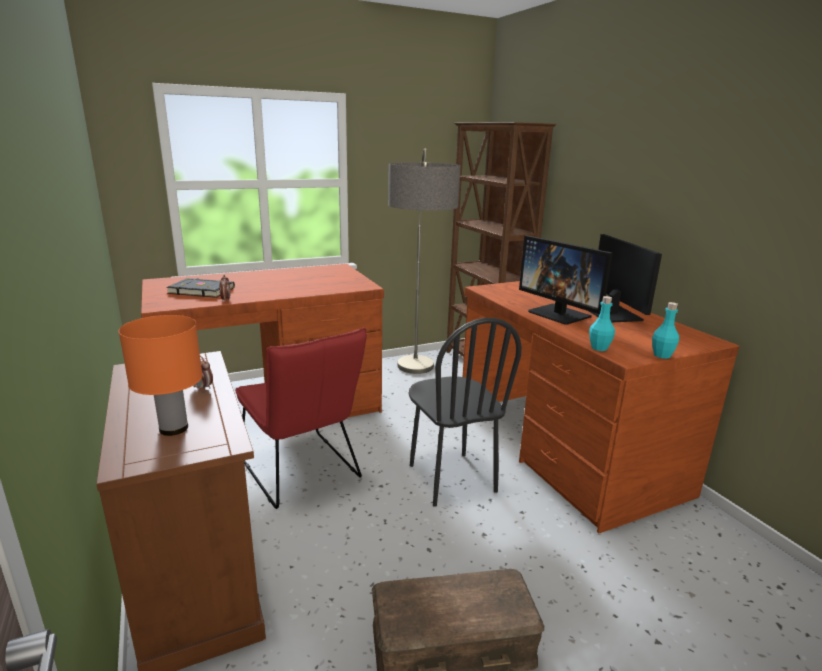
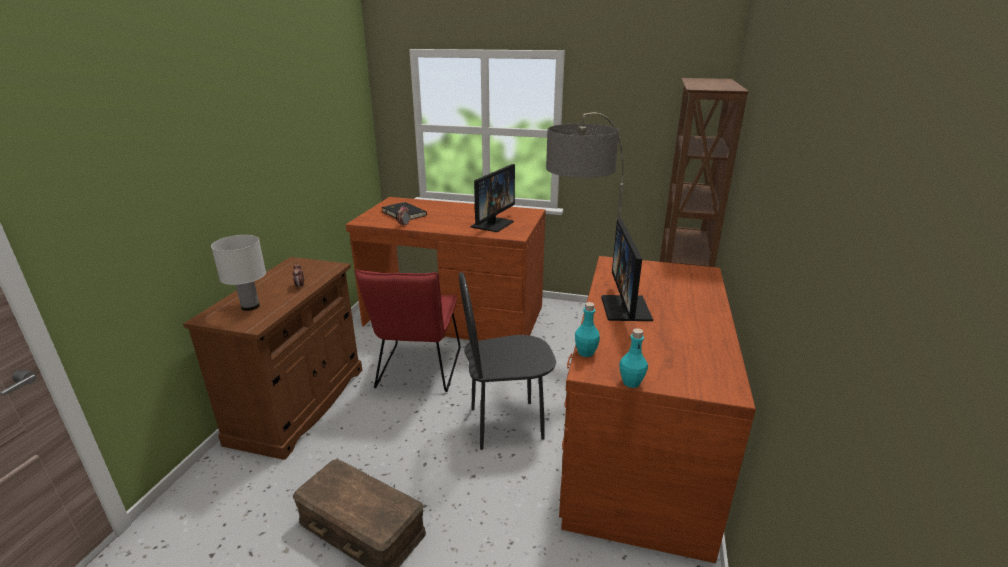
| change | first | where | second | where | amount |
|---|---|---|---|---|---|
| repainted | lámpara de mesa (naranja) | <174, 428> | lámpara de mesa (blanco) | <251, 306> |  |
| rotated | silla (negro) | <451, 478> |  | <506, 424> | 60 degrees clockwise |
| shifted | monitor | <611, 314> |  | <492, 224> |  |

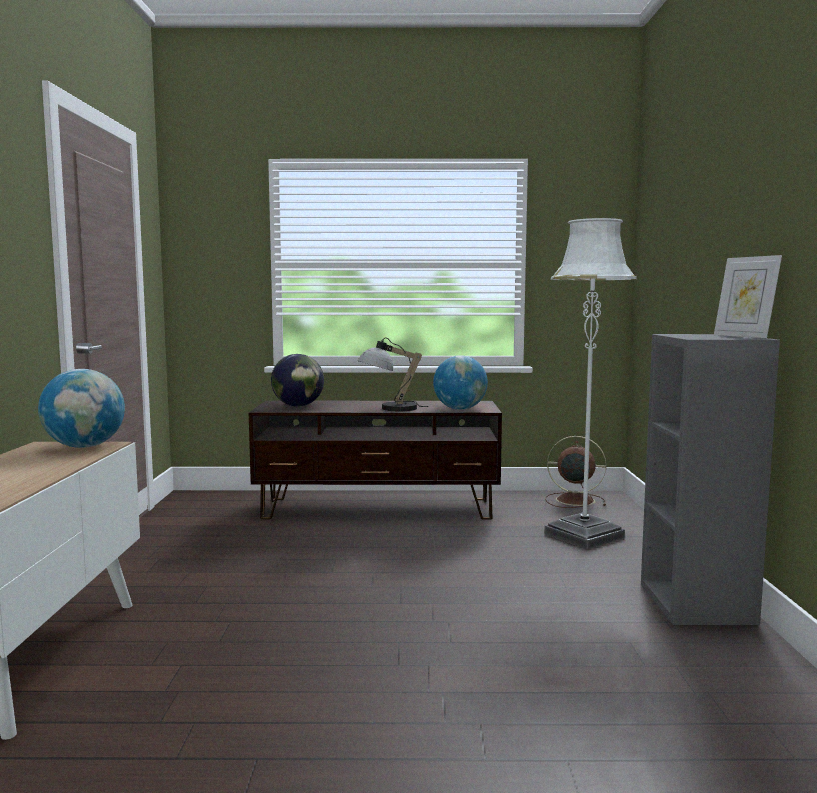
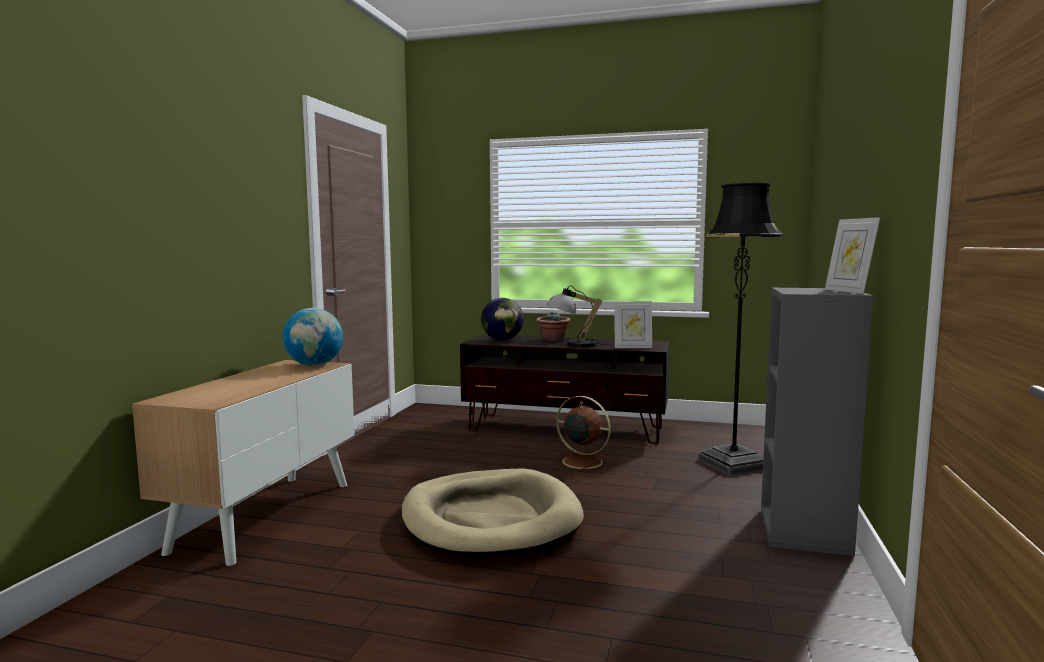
| change | first | where | second | where | amount |
|---|---|---|---|---|---|
| new |  |  | cama para perro (beis) | <490, 519> |  |
| new |  |  | planta en maceta | <553, 340> |  |
| shifted | ventilador (marrón) | <573, 500> |  | <580, 462> |  |
| swapped | globo terráqueo | <460, 409> | portarretratos | <632, 347> |  |
| repainted | lámpara de pie (blanco) | <584, 536> | lámpara de pie (negro) | <733, 464> |  |

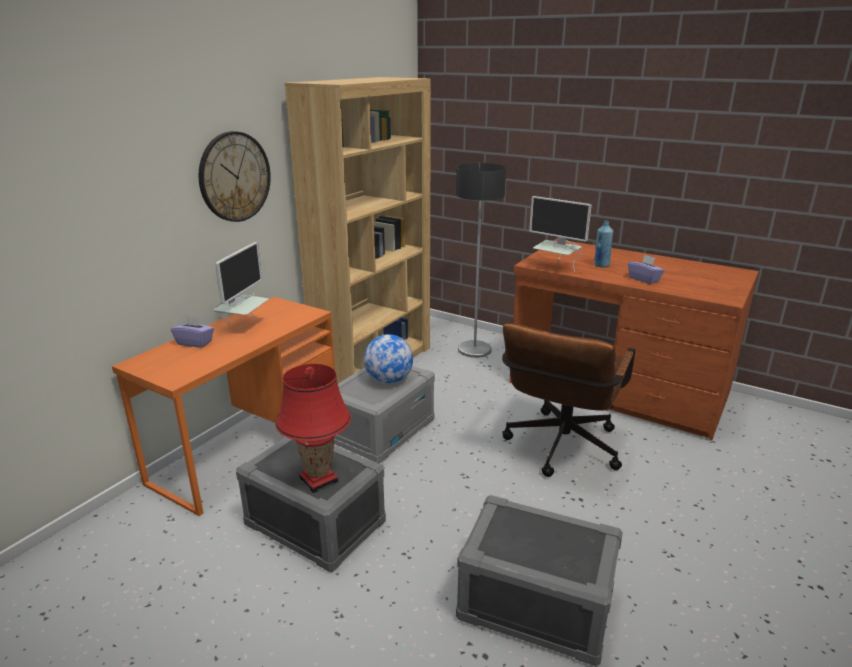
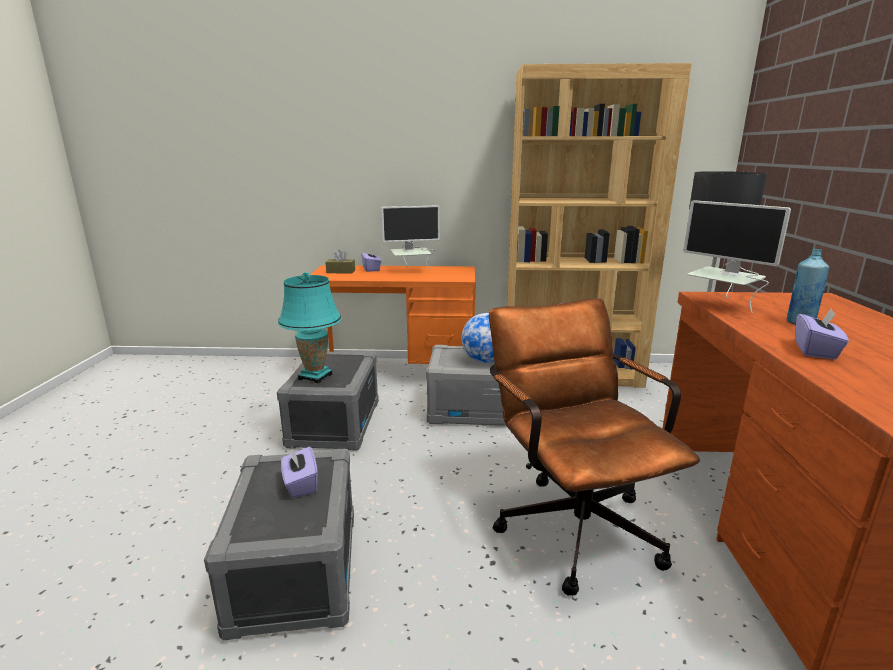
| change | first | where | second | where | amount |
|---|---|---|---|---|---|
| repainted | lámpara de mesa (rojo) | <319, 479> | lámpara de mesa (turquesa) | <315, 376> |  |
| new |  |  | caja de pañuelos (morado) | <300, 484> |  |
| new |  |  | caja de pañuelos (marrón) | <341, 271> |  |
| rotated | silla de oficina (marrón) | <559, 450> |  | <571, 521> | 75 degrees clockwise |
| rotated | monitor | <556, 268> |  | <721, 306> | 45 degrees counterclockwise |
| gone | reloj de pared | <234, 177> |  |  |  |

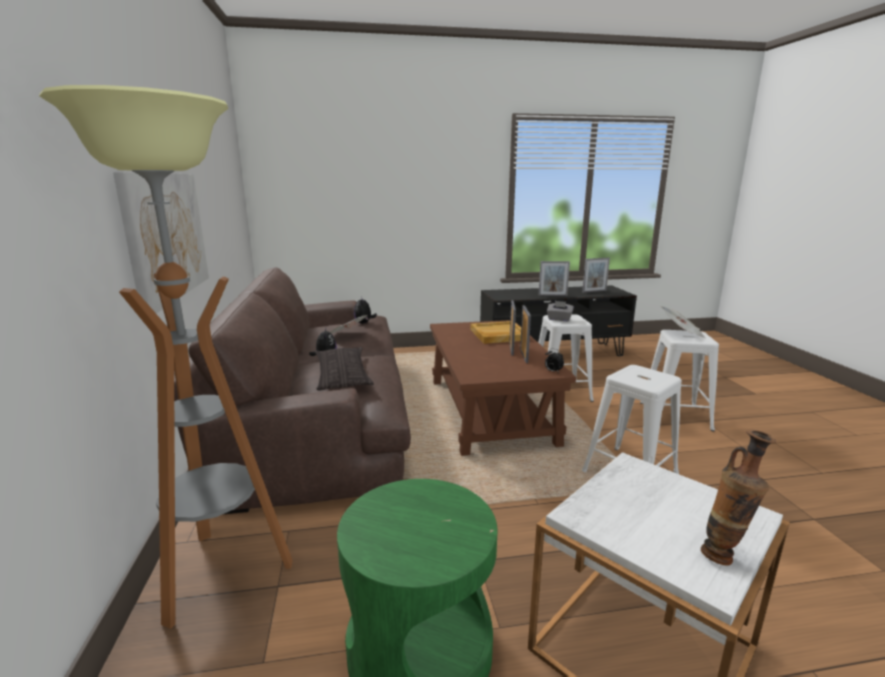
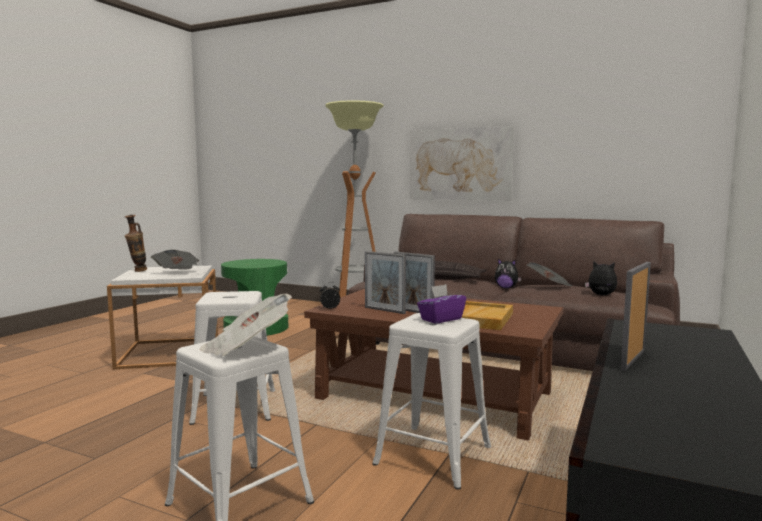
| change | first | where | second | where | amount |
|---|---|---|---|---|---|
| new |  |  | periódico | <177, 273> |  |
| repainted | caja de pañuelos (gris) | <559, 319> | caja de pañuelos (morado) | <441, 319> |  |
| gone | portarretratos | <594, 291> |  |  |  |

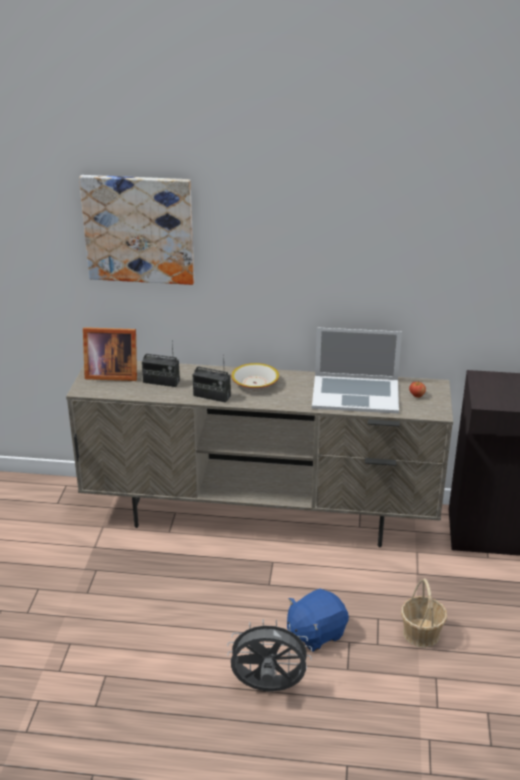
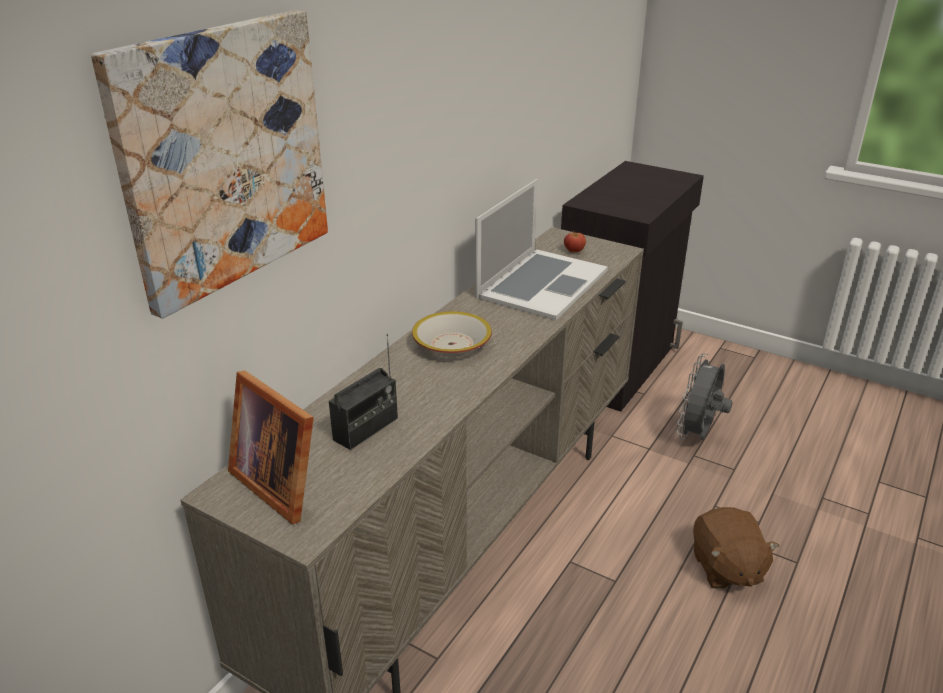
| change | first | where | second | where | amount |
|---|---|---|---|---|---|
| rotated | portarretratos | <110, 374> |  | <280, 482> | 105 degrees clockwise |
| shifted | ventilador (gris) | <268, 688> |  | <698, 435> |  |
| repainted | peluche (azul) | <315, 633> | peluche (marrón) | <726, 568> |  |
| gone | radio | <212, 396> |  |  |  |
| gone | cesta | <421, 633> |  |  |  |

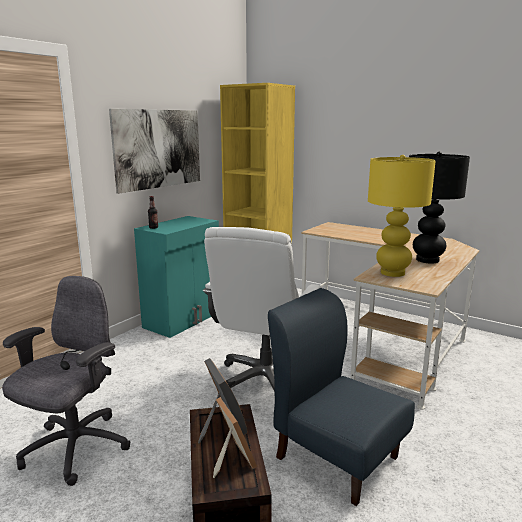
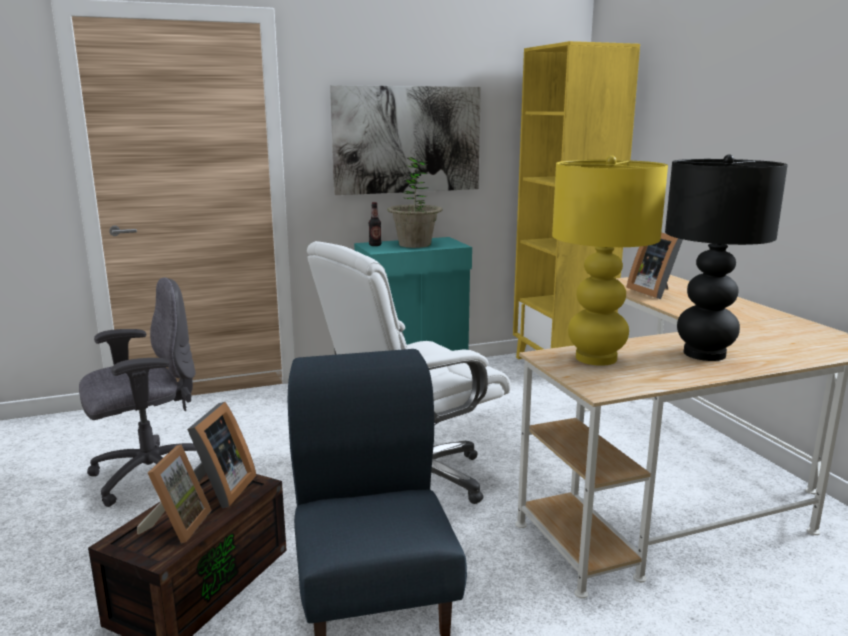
| change | first | where | second | where | amount |
|---|---|---|---|---|---|
| new |  |  | planta en maceta | <415, 244> |  |
| new |  |  | portarretratos | <654, 292> |  |

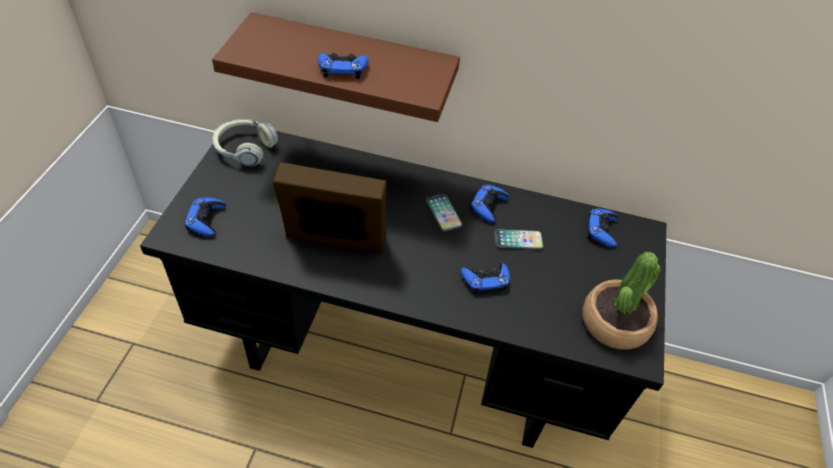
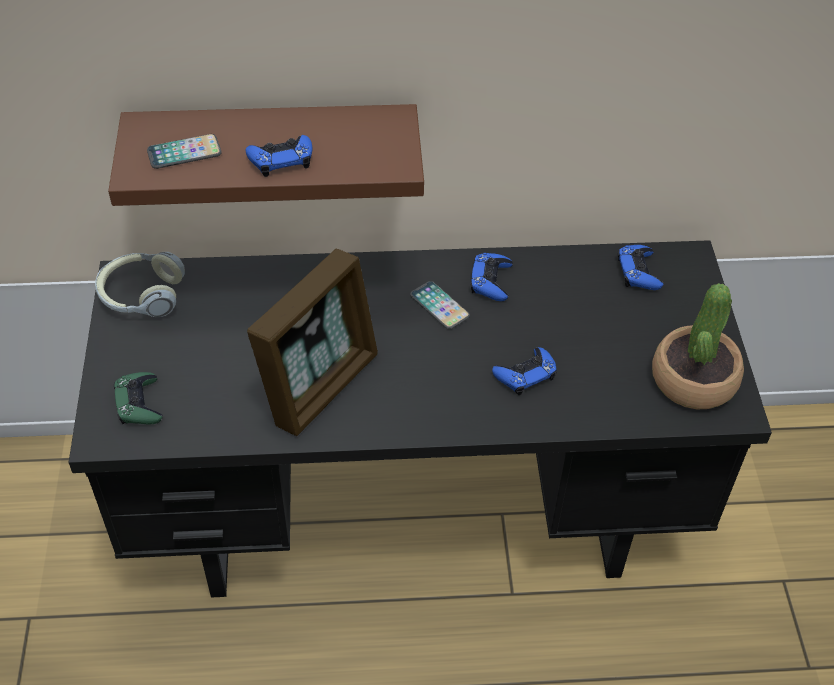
| change | first | where | second | where | amount |
|---|---|---|---|---|---|
| repainted | mando de consola (azul) | <206, 220> | mando de consola (verde) | <139, 404> |  |
| shifted | móvil | <518, 240> |  | <184, 153> |  |
| rotated | portarretratos | <334, 243> |  | <320, 385> | 135 degrees clockwise |

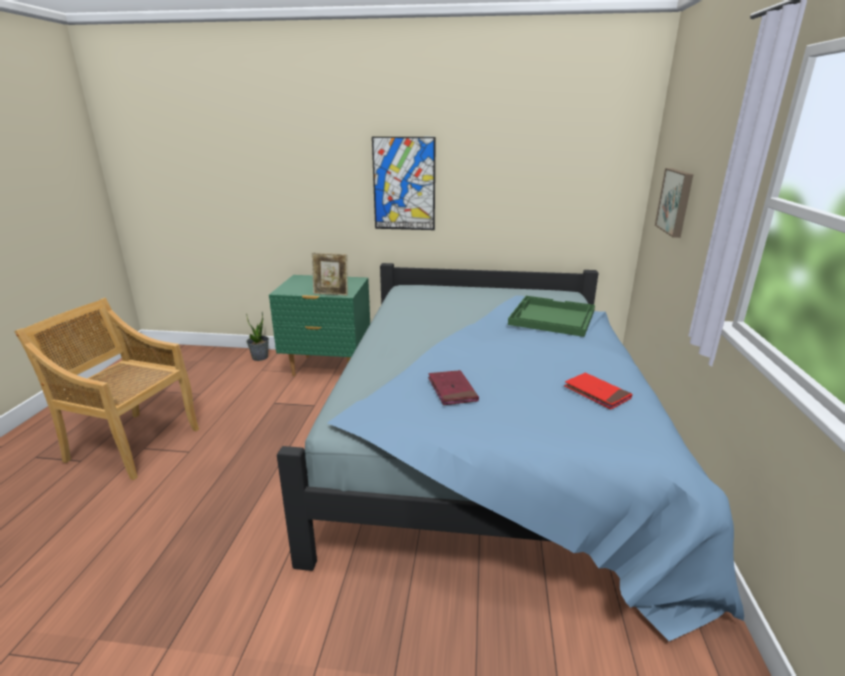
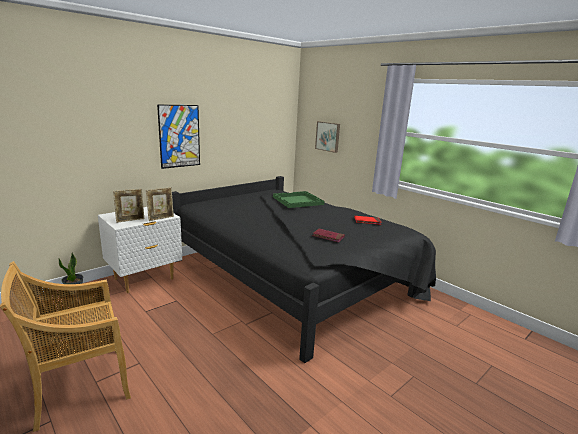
| change | first | where | second | where | amount |
|---|---|---|---|---|---|
| repainted | mesita de noche (verde) | <327, 368> | mesita de noche (blanco) | <144, 279> |  |
| new |  |  | portarretratos | <130, 220> |  |
| repainted | cama (azul) | <491, 447> | cama (negro) | <296, 277> |  |

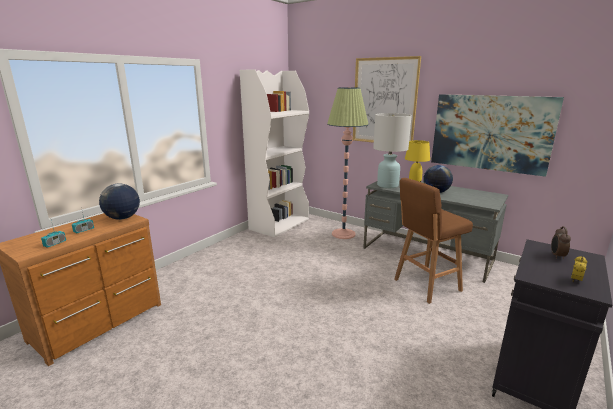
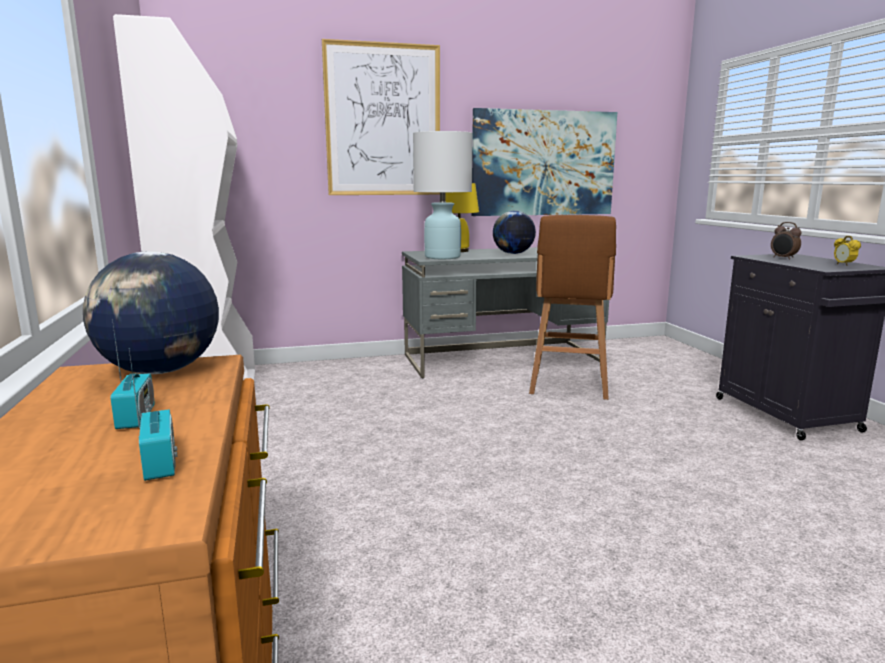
| change | first | where | second | where | amount |
|---|---|---|---|---|---|
| gone | lámpara de pie | <343, 234> |  |  |  |

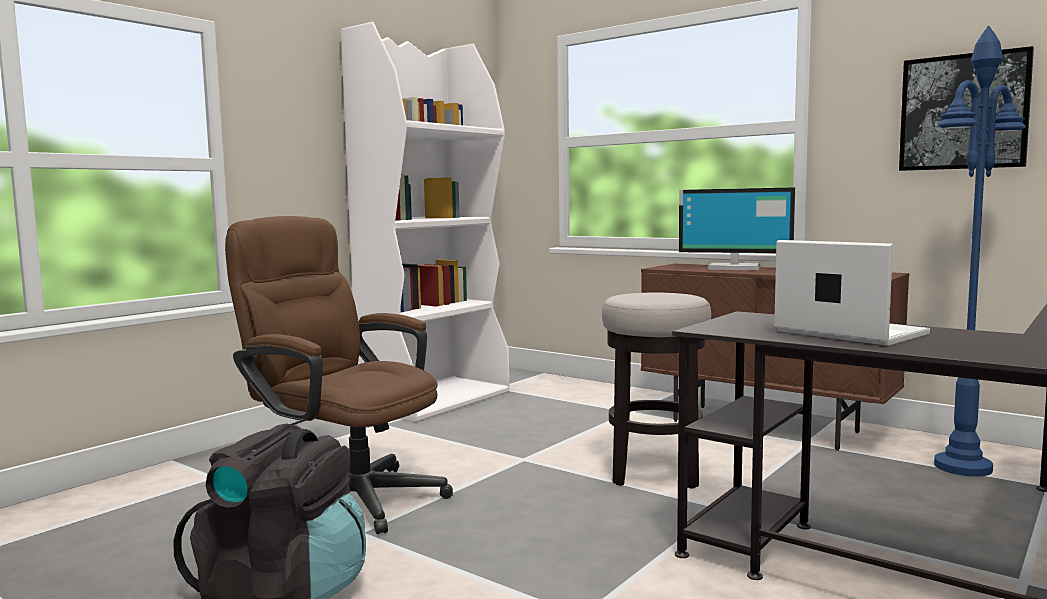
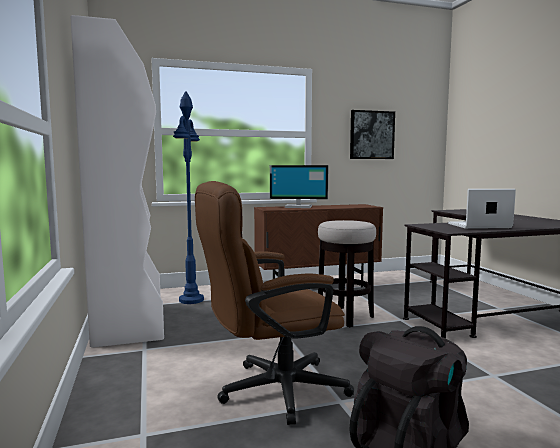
| change | first | where | second | where | amount |
|---|---|---|---|---|---|
| shifted | lámpara de pie (azul) | <963, 467> |  | <191, 300> |  |
| rotated | monitor | <734, 268> |  | <298, 207> | 45 degrees clockwise |

